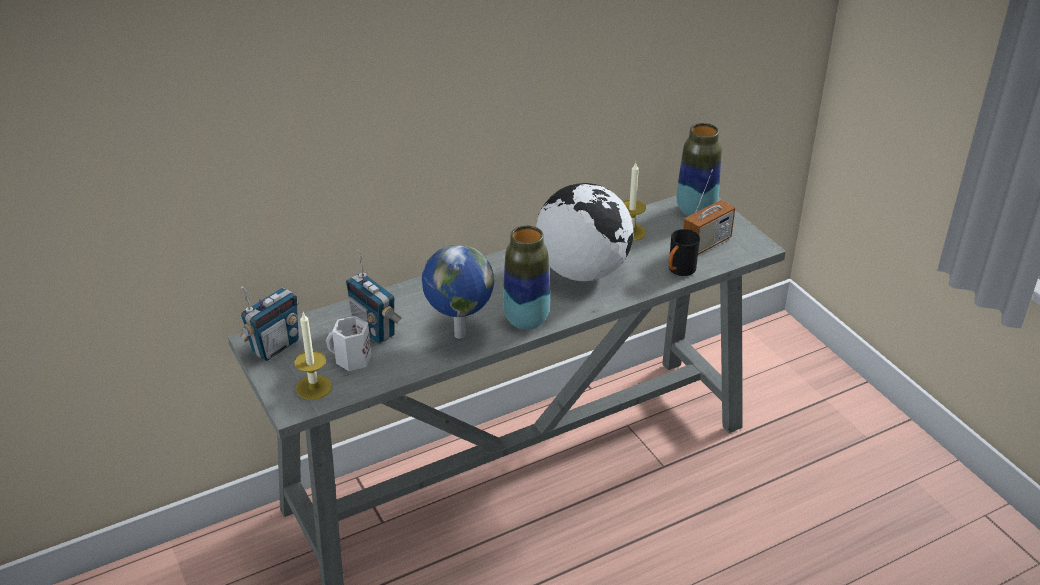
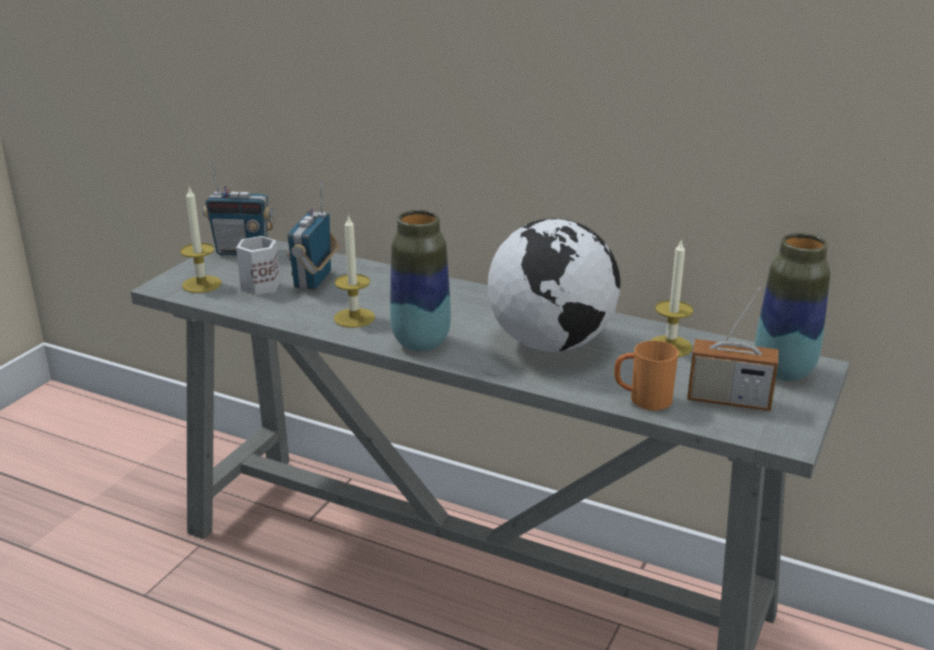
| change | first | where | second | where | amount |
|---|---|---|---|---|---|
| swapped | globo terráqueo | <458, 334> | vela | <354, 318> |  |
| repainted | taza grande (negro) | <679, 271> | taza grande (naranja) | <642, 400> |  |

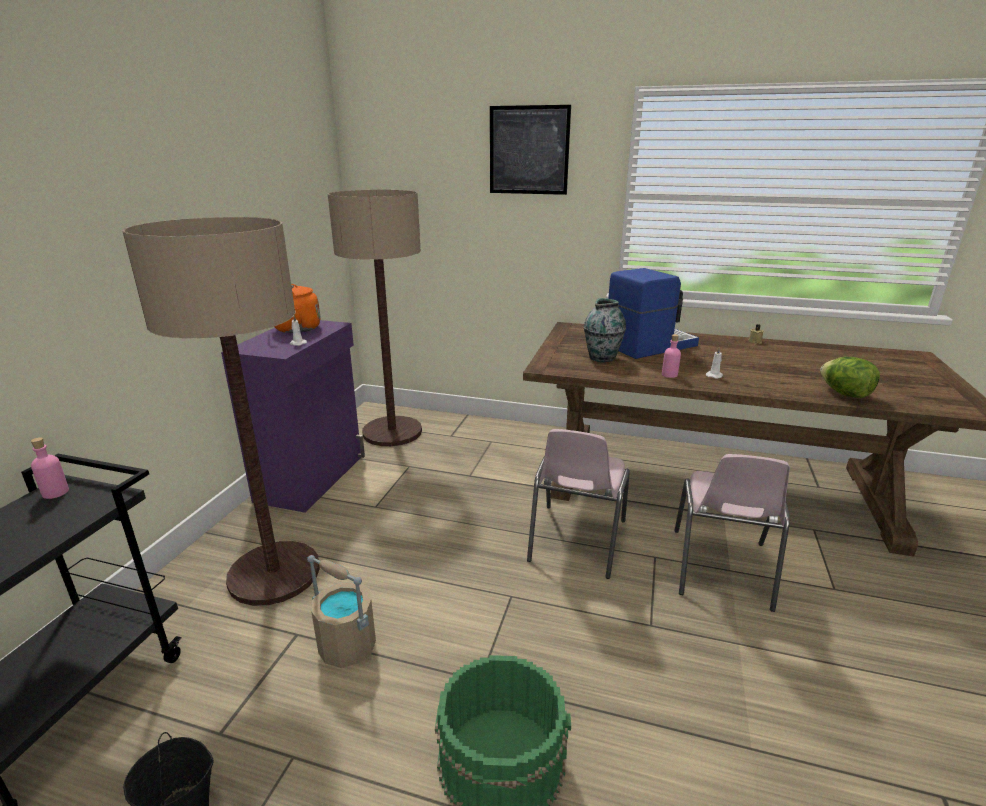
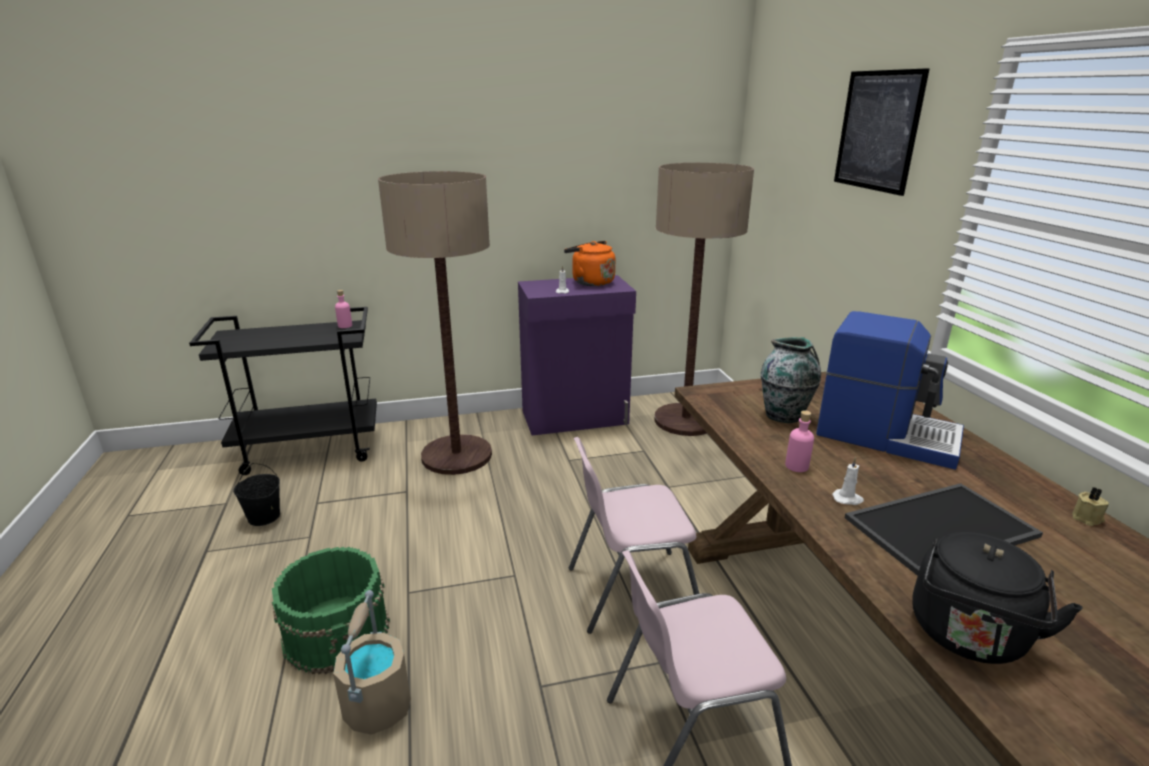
| change | first | where | second | where | amount |
|---|---|---|---|---|---|
| shifted | cubo (beis) | <347, 645> |  | <377, 706> |  |
| new |  |  | bandeja | <941, 529> |  |
| swapped | lechuga | <845, 394> | hervidor (negro) | <968, 637> |  |

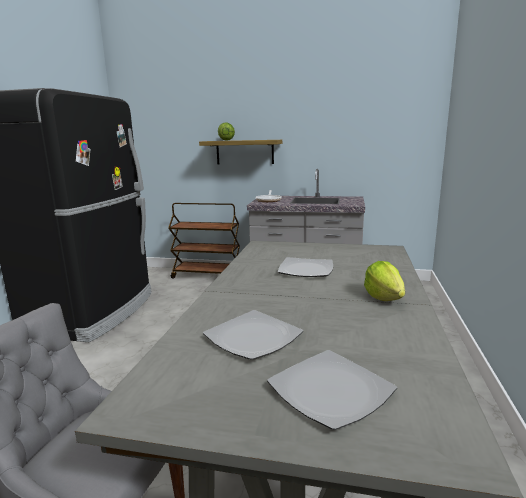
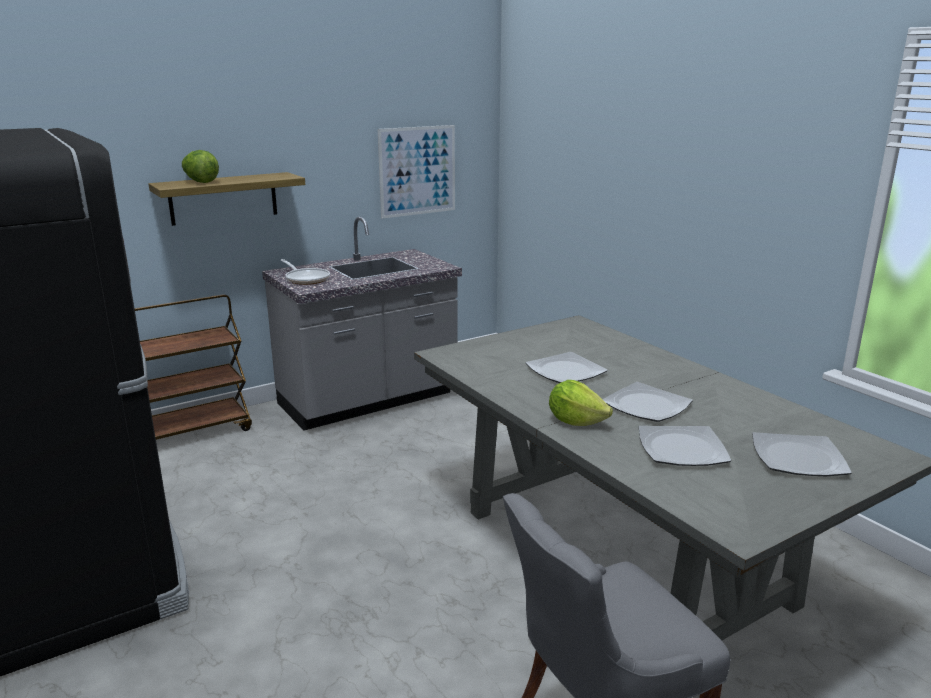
| change | first | where | second | where | amount |
|---|---|---|---|---|---|
| new |  |  | cuadro | <417, 171> |  |
| shifted | lechuga | <383, 297> |  | <576, 421> |  |
| new |  |  | plato | <646, 405> |  |

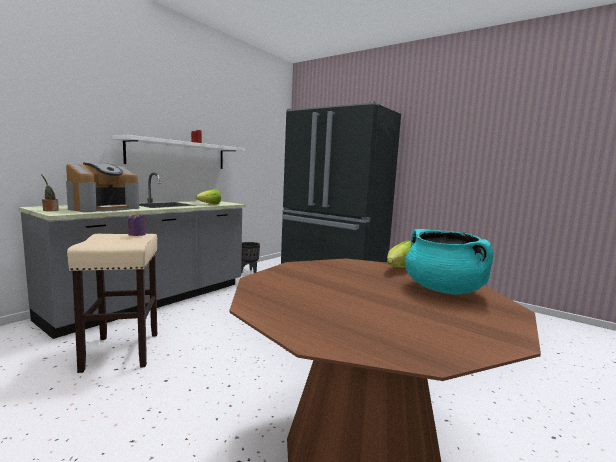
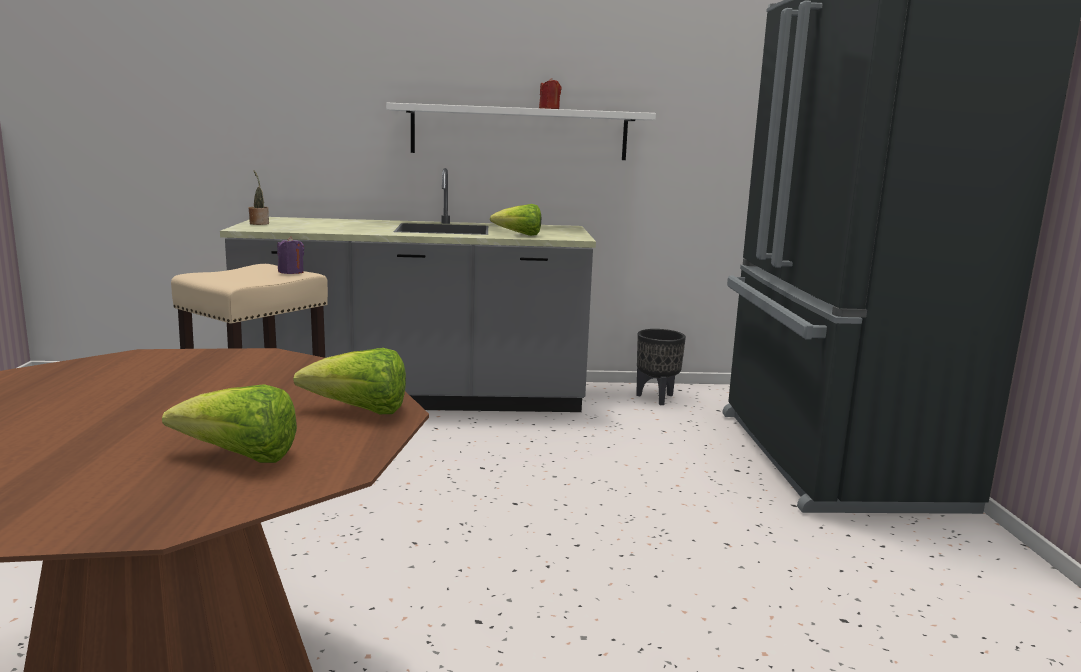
| change | first | where | second | where | amount |
|---|---|---|---|---|---|
| swapped | olla (turquesa) | <443, 290> | lechuga | <240, 458> |  |
| gone | cafetera | <104, 208> |  |  |  |

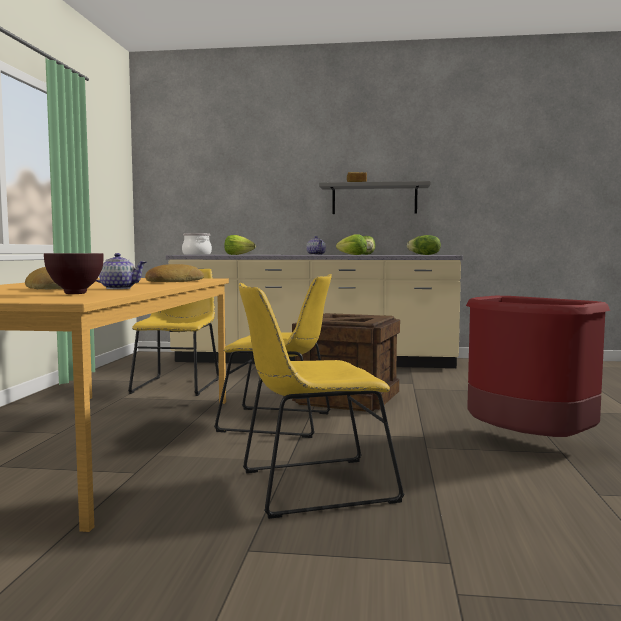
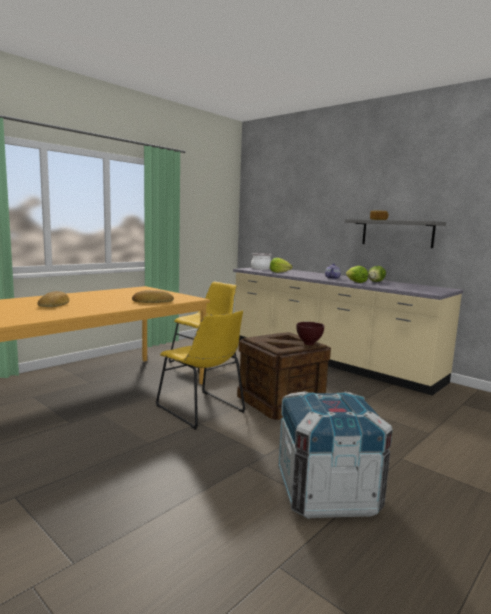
| change | first | where | second | where | amount |
|---|---|---|---|---|---|
| swapped | papelera (rojo) | <527, 444> | caja de embalaje | <327, 493> |  |
| shifted | cuenco (marrón) | <74, 293> |  | <308, 344> |  |
| gone | tetera | <118, 288> |  |  |  |
| gone | silla (amarillo) | <310, 487> |  |  |  |
| gone | lechuga | <424, 254> |  |  |  |

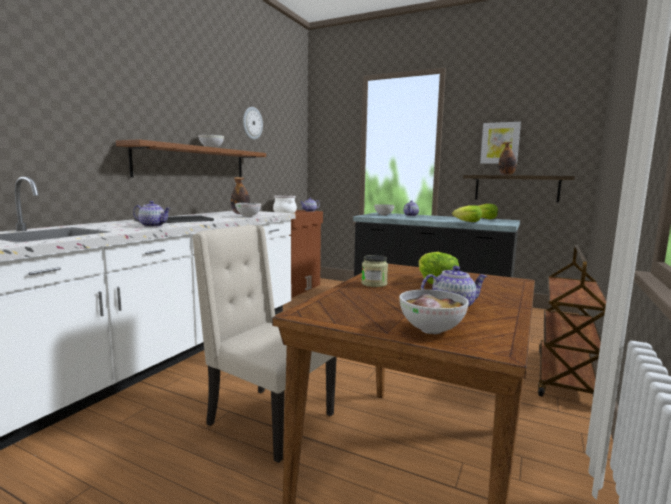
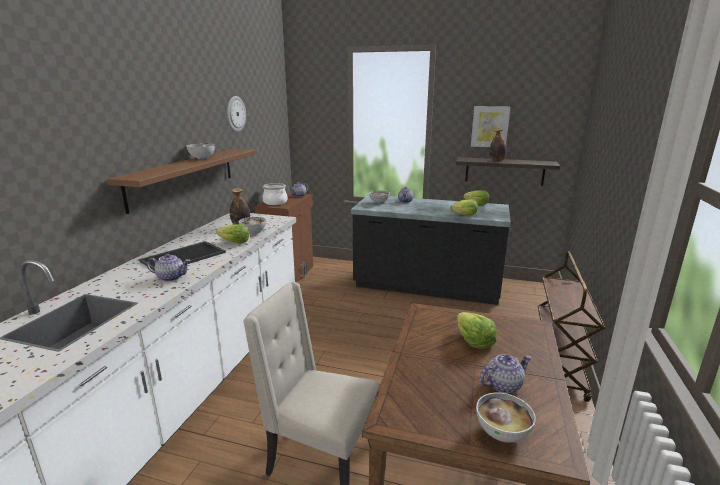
| change | first | where | second | where | amount |
|---|---|---|---|---|---|
| new |  |  | lechuga | <234, 242> |  |
| gone | tarro | <374, 284> |  |  |  |

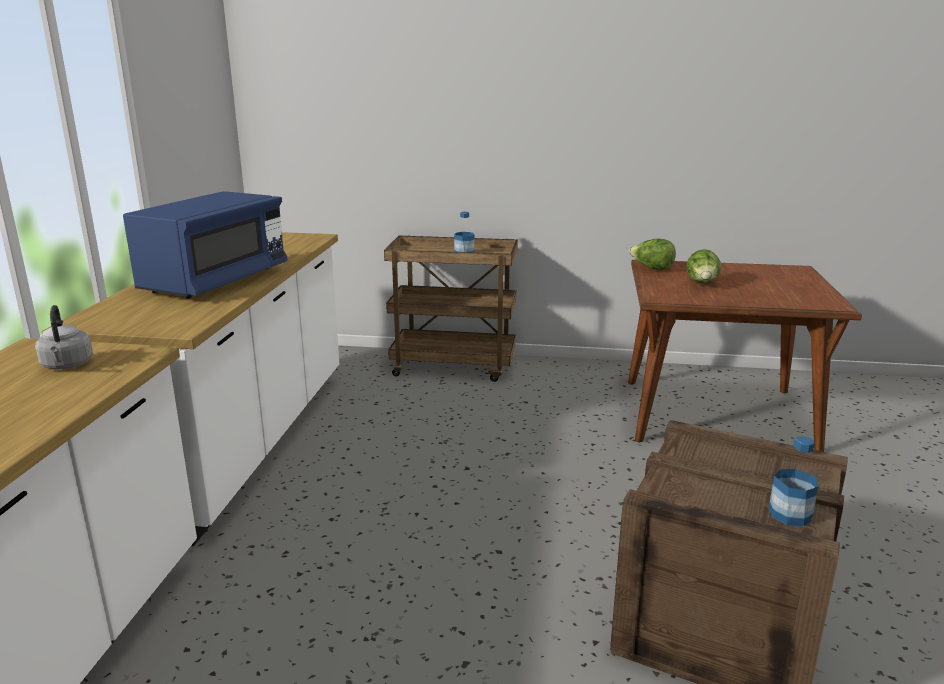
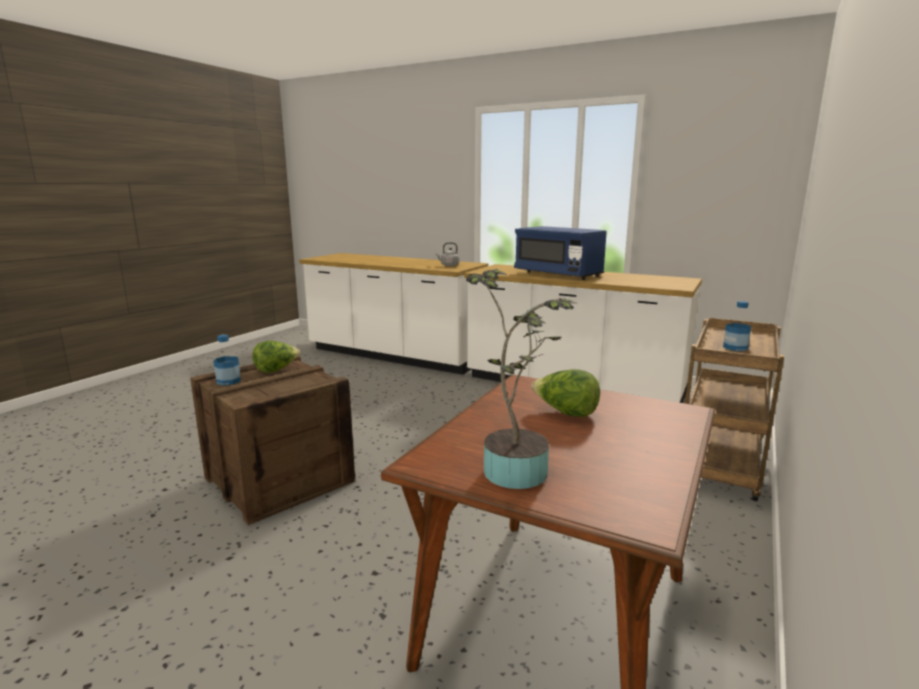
| change | first | where | second | where | amount |
|---|---|---|---|---|---|
| shifted | lechuga | <652, 269> |  | <276, 370> |  |
| new |  |  | planta en maceta | <516, 468> |  |

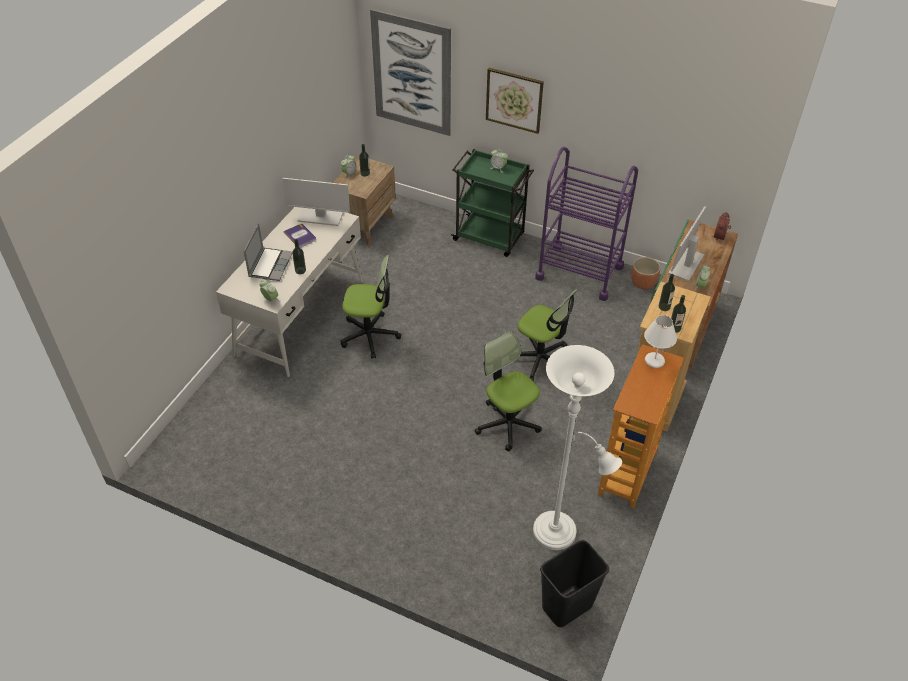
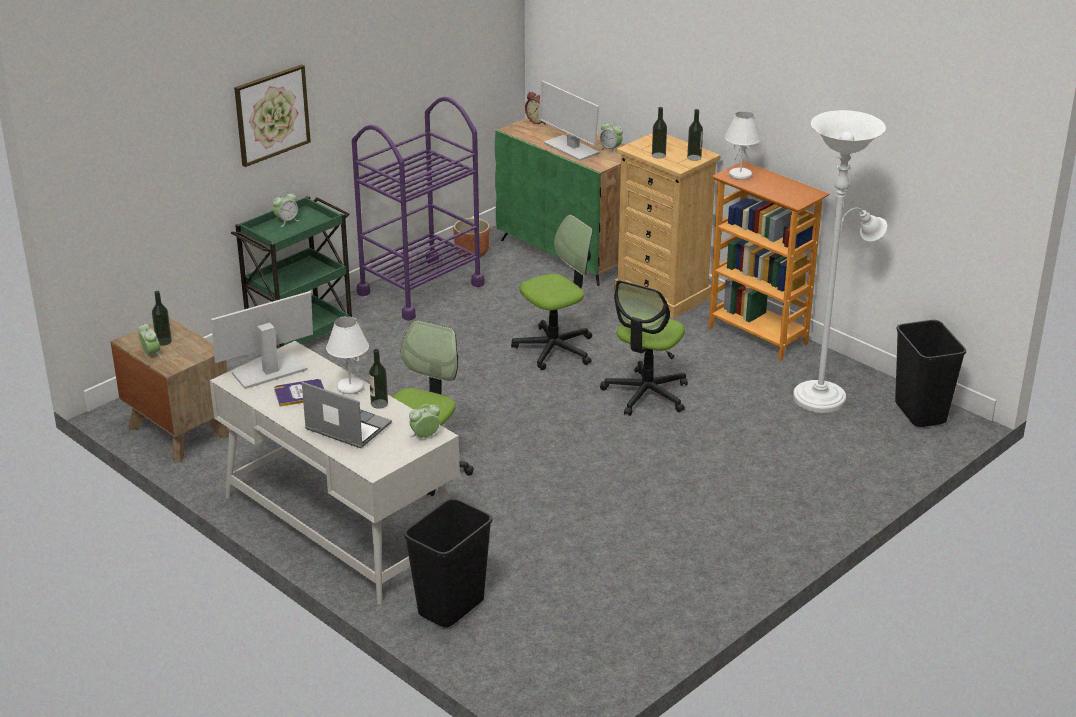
| change | first | where | second | where | amount |
|---|---|---|---|---|---|
| rotated | monitor | <319, 217> |  | <270, 371> | 150 degrees counterclockwise |
| new |  |  | lámpara de mesa (blanco) | <349, 387> |  |
| new |  |  | papelera (negro) | <450, 606> |  |
| rotated | silla de oficina | <507, 423> |  | <646, 394> | 45 degrees counterclockwise |
| gone | cuadro | <412, 73> |  |  |  |

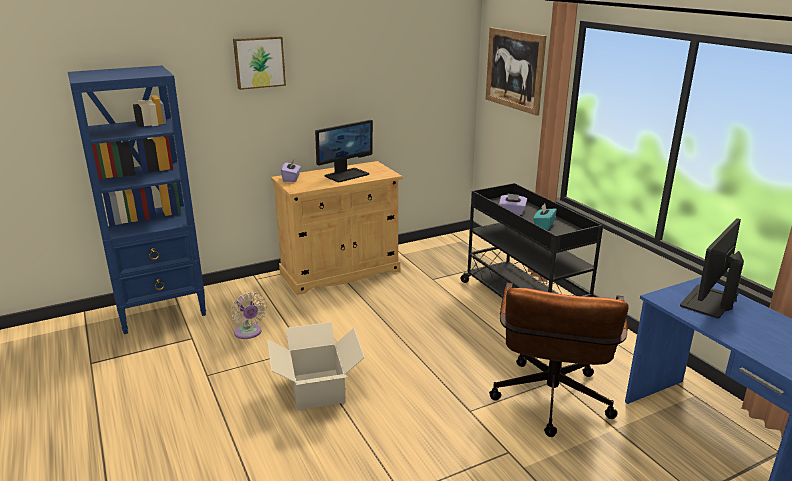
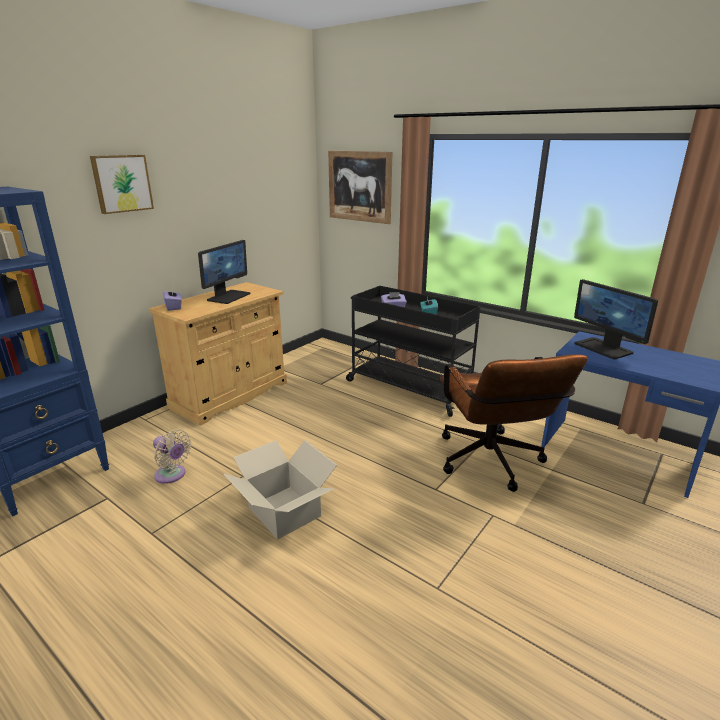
| change | first | where | second | where | amount |
|---|---|---|---|---|---|
| rotated | monitor | <709, 302> |  | <604, 348> | 45 degrees counterclockwise |

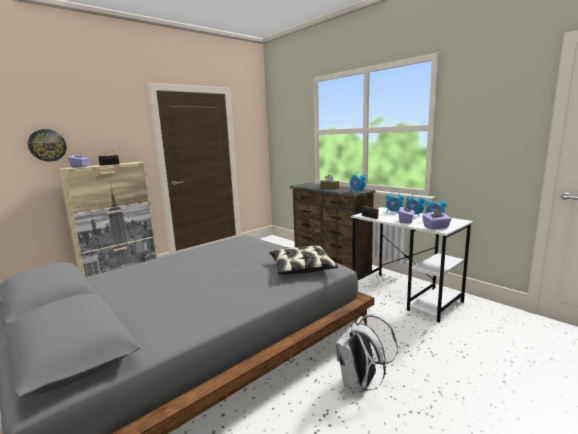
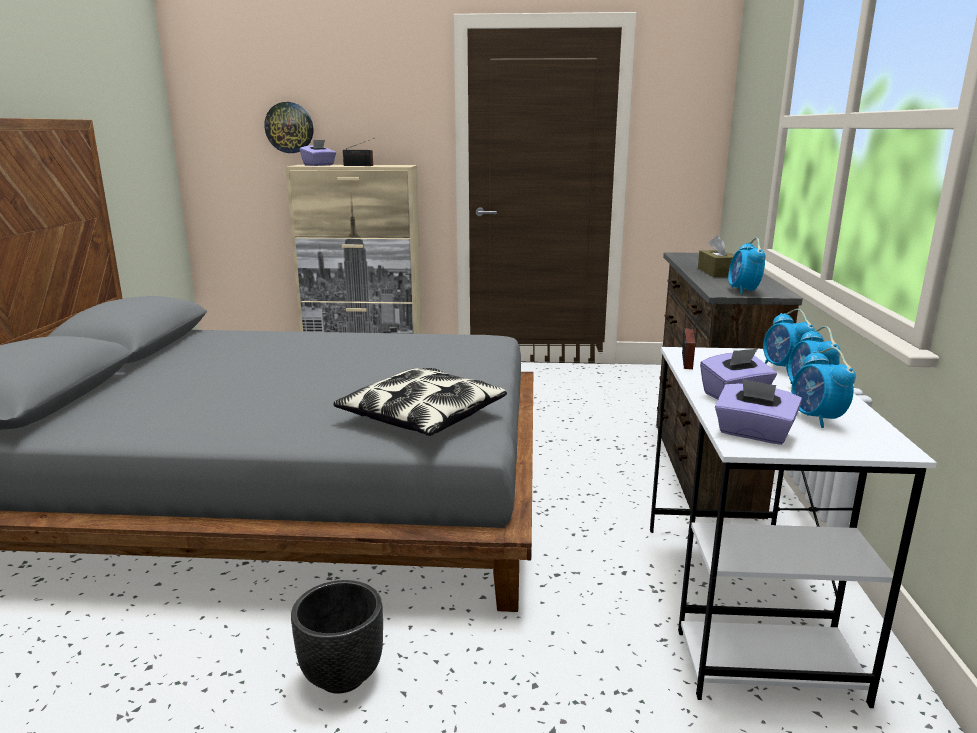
| change | first | where | second | where | amount |
|---|---|---|---|---|---|
| swapped | mochila (blanco) | <361, 383> | maceta (negro) | <341, 677> |  |

